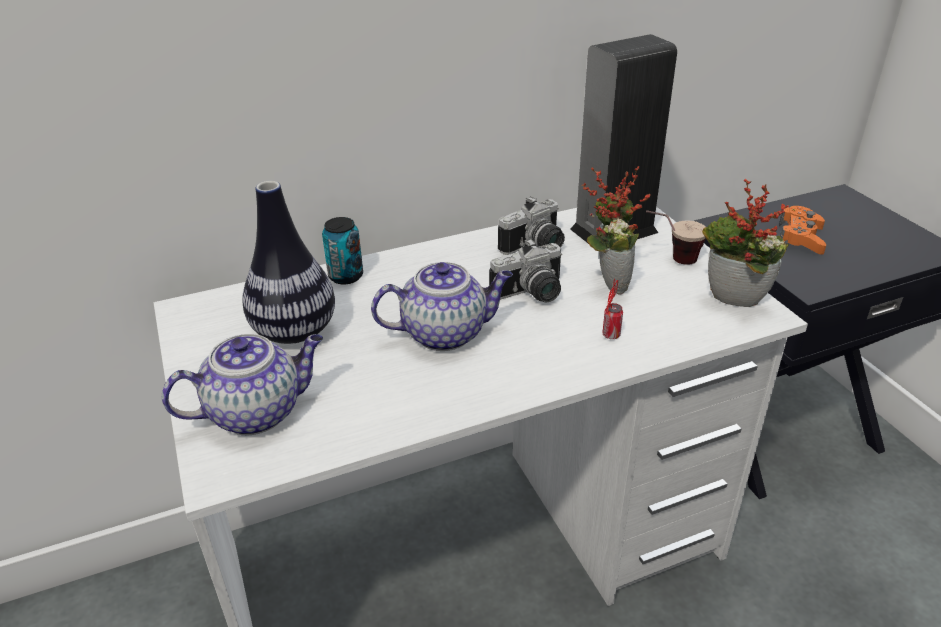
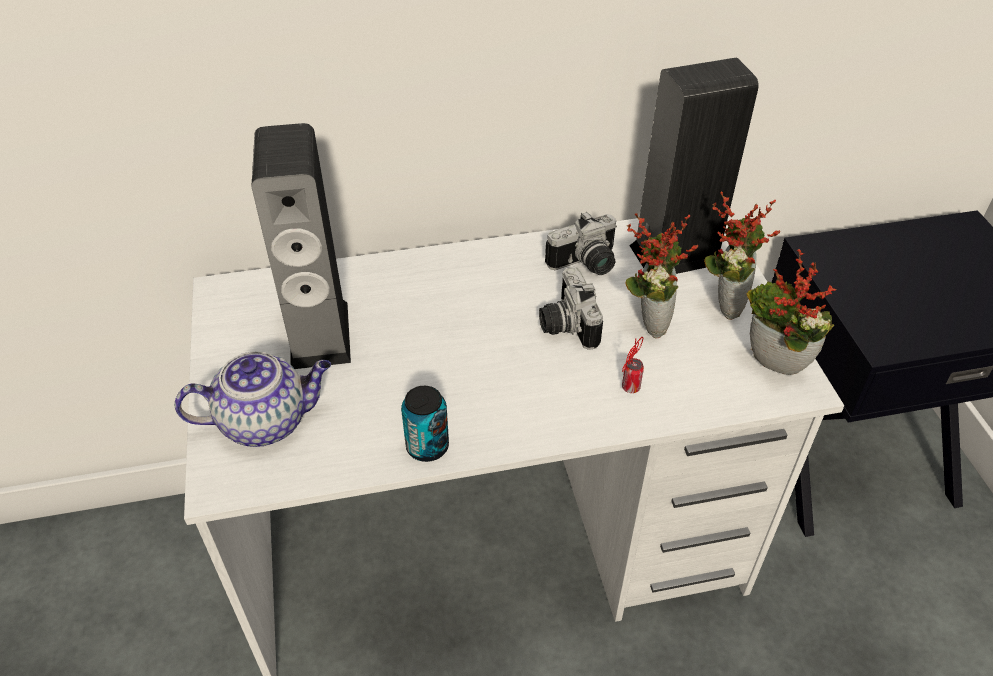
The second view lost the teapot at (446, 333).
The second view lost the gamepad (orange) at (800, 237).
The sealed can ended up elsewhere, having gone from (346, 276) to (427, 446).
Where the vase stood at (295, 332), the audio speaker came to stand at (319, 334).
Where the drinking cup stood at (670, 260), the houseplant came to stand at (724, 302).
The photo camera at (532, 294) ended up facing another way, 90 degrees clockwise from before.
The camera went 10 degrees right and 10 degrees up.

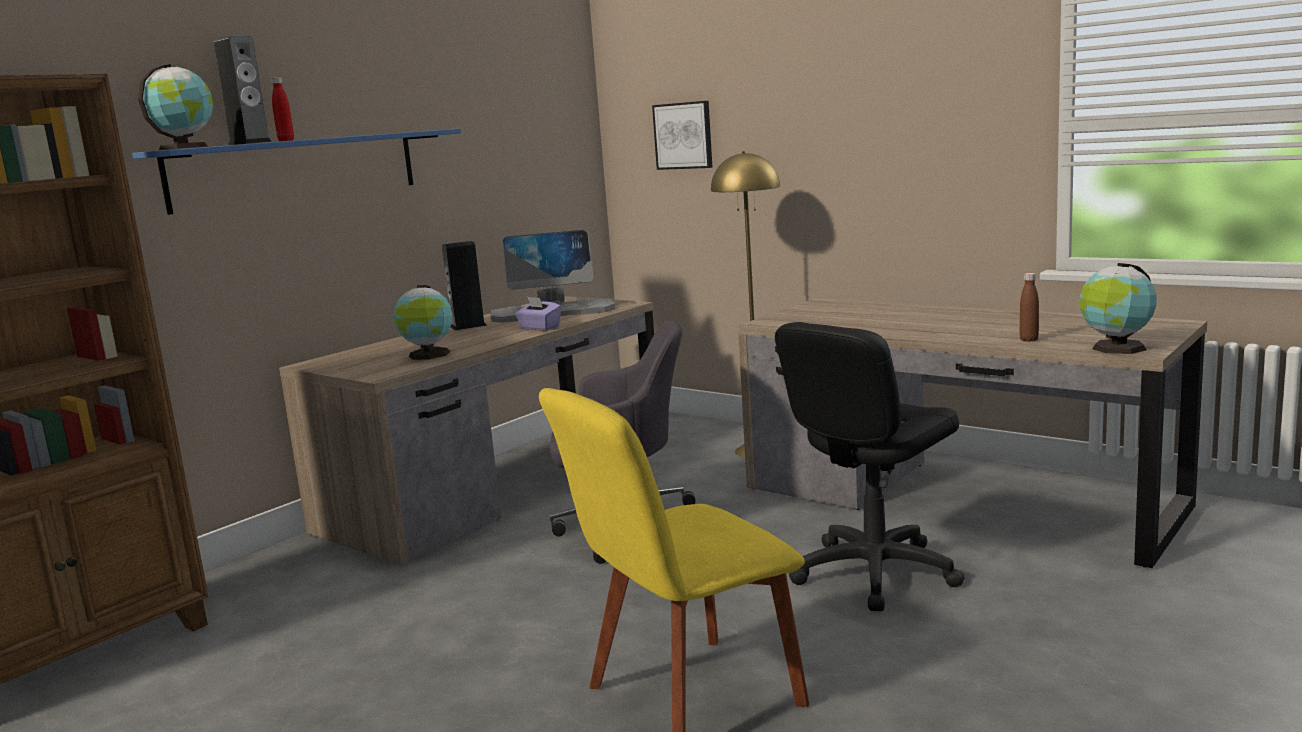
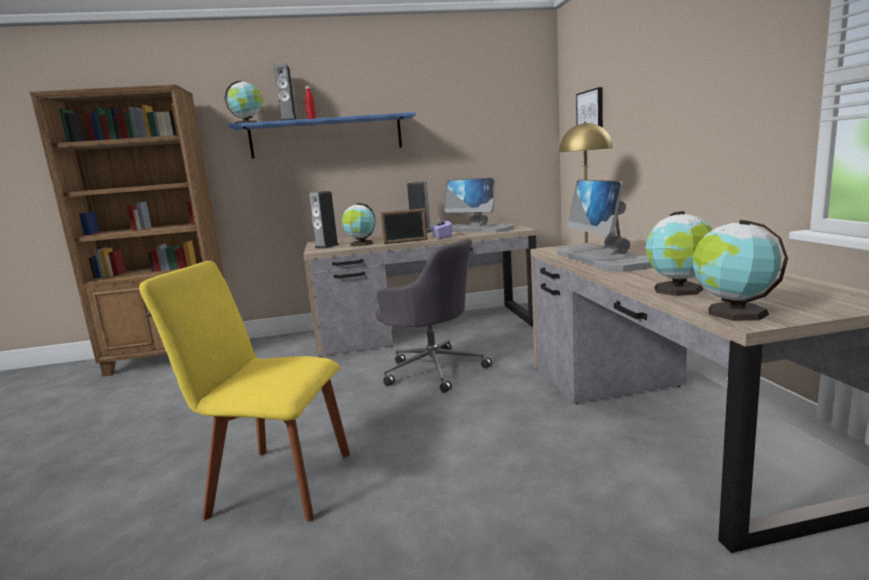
The second view lost the computer chair (black) at (874, 572).
The second view gained the audio speaker at (327, 246).
The second view gained the photo frame at (405, 242).
The second view gained the computer display at (603, 259).
Where the bottle (brownish) stood at (1029, 340), the desk globe came to stand at (679, 290).
The camera went 40 degrees right and 0 degrees up.

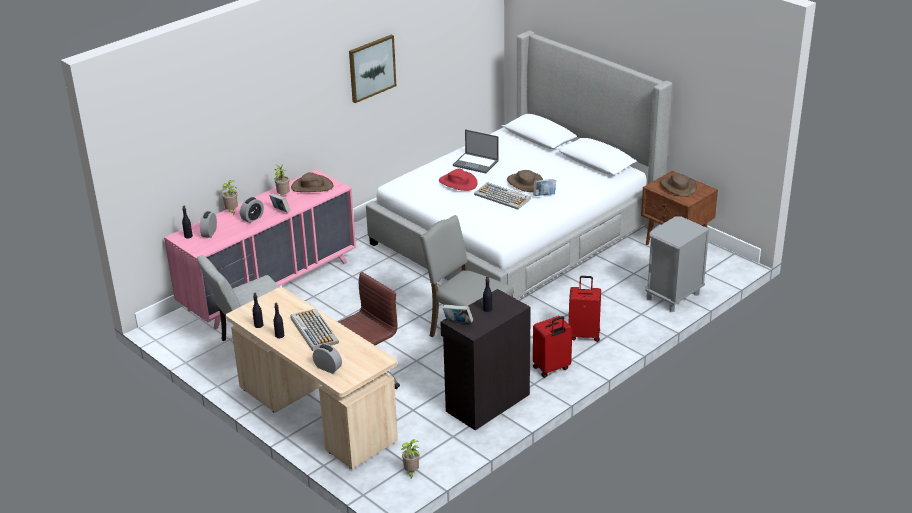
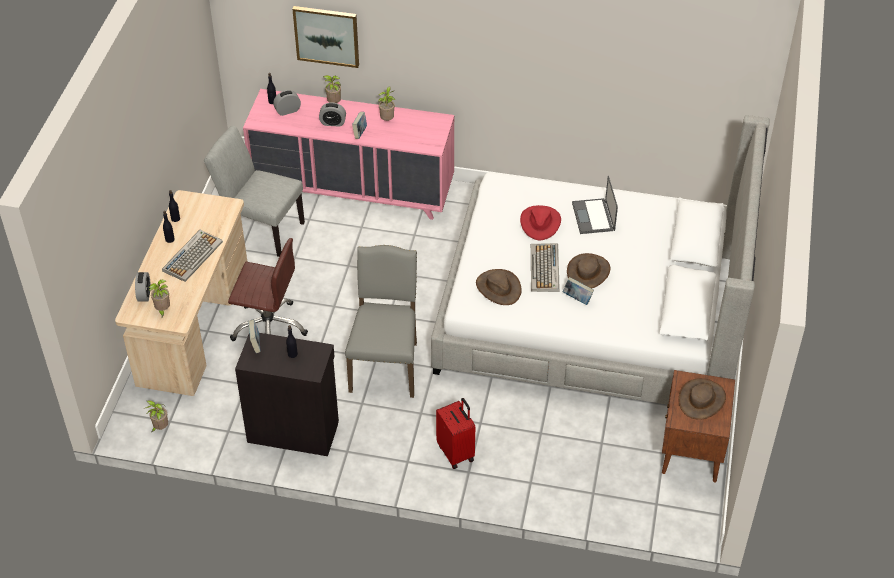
The second view lost the travel case (reddish) at (551, 368).
The second view lost the nightstand (grey) at (673, 297).
The second view gained the houseplant at (162, 310).
The hat (brownish) ended up elsewhere, having gone from (312, 187) to (498, 288).
The picture ended up elsewhere, having gone from (371, 68) to (326, 35).
The camera went 55 degrees right and 15 degrees up.

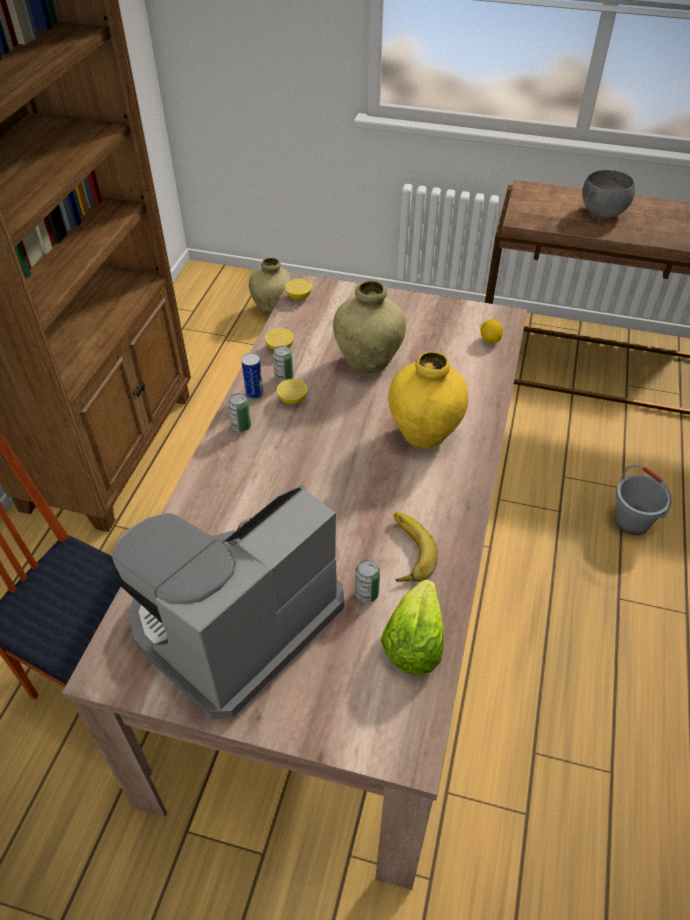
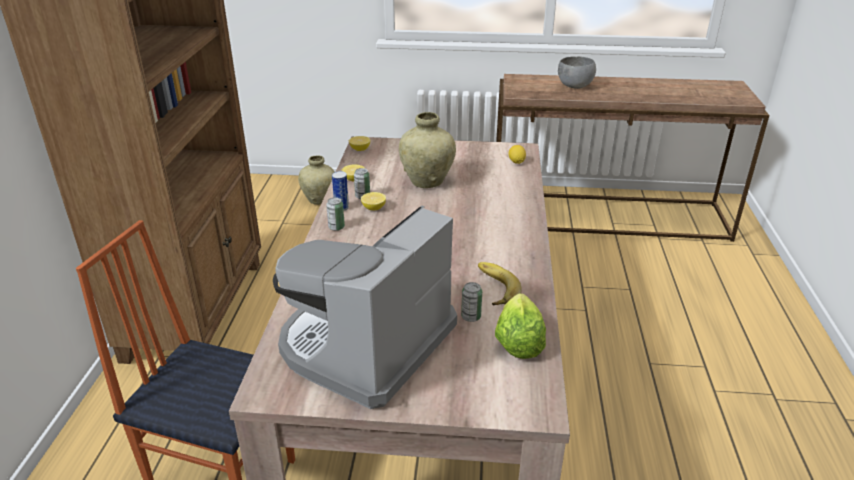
The second view lost the vase (yellow-coloured) at (424, 434).
The second view lost the pail (grey) at (632, 522).
The camera went 10 degrees left and 15 degrees down.

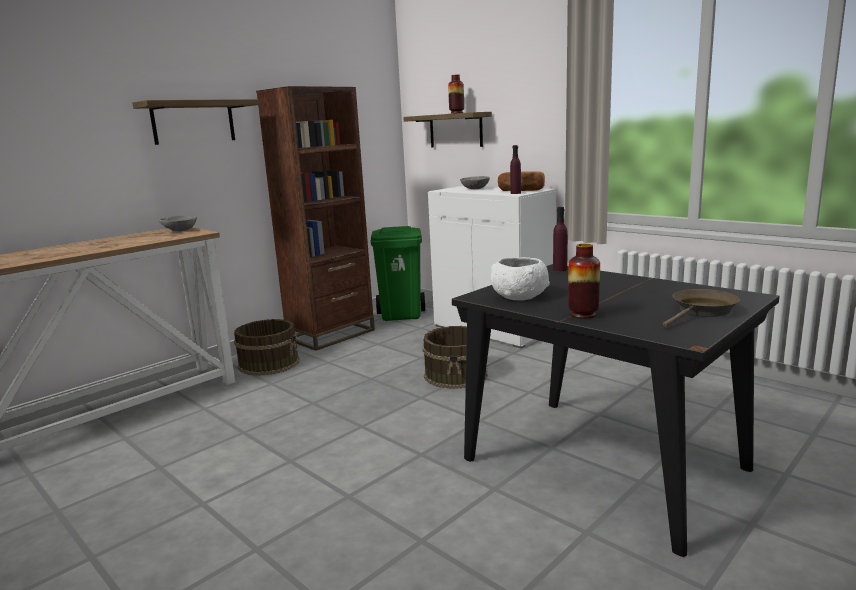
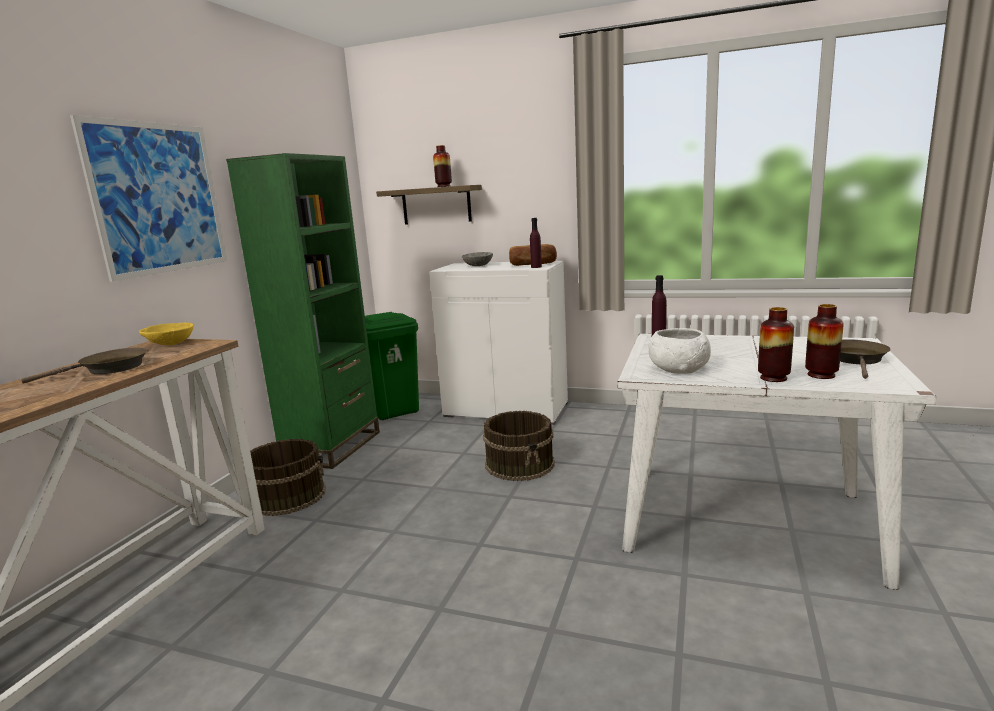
The second view gained the frying pan (brownish) at (109, 369).
The second view gained the vase at (821, 375).
Where the wall shelf hung at (193, 122), the picture came to hang at (158, 198).
What was the serving bowl (grey) at (179, 231) turned into the serving bowl (yellow-coloured) at (169, 344).
What was the bookshelf (brownish) at (331, 335) turned into the bookshelf (green-coloured) at (332, 447).
What was the dinner table (black) at (605, 464) turned into the dinner table (white) at (748, 521).
The camera went 25 degrees left and 0 degrees up.

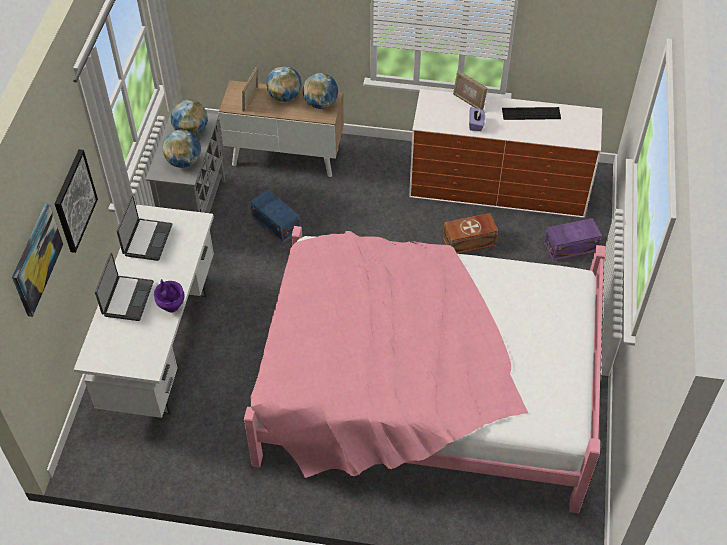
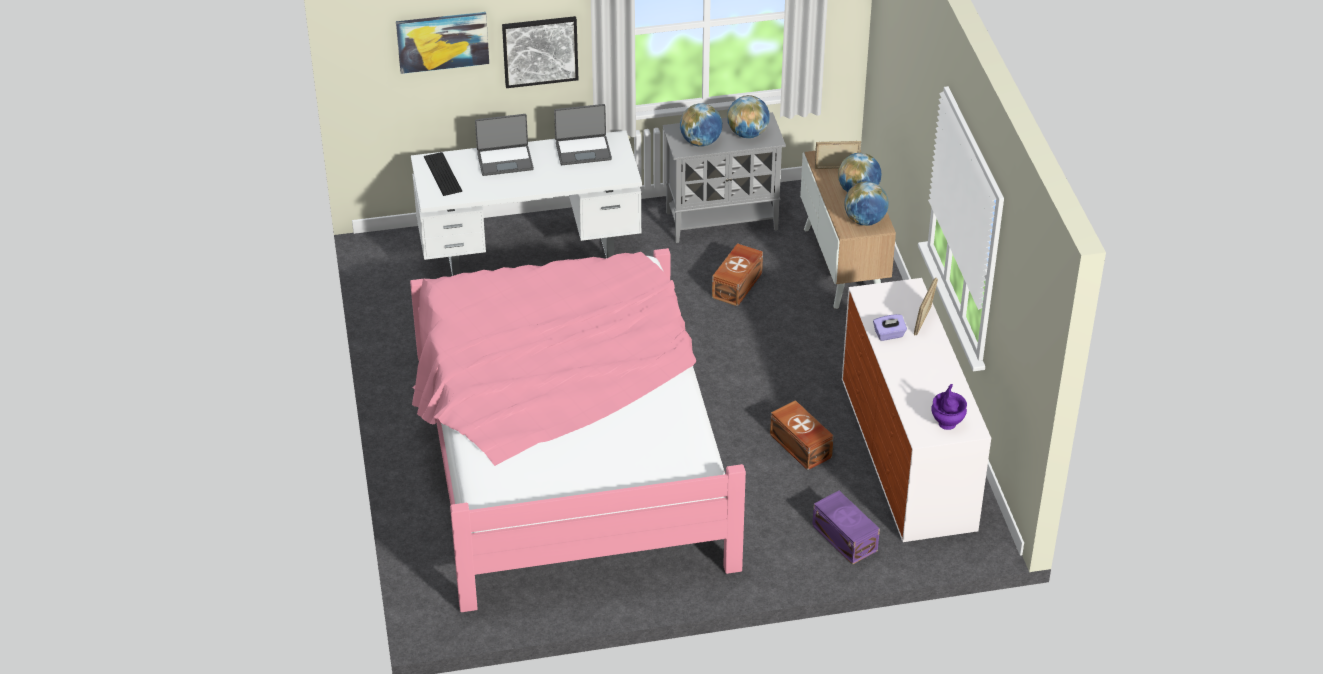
The vase (purple-coloured) ended up elsewhere, having gone from (171, 306) to (947, 423).
The keyboard ended up elsewhere, having gone from (531, 113) to (442, 174).
What was the storage box (blue-coloured) at (276, 223) turned into the storage box (brownish) at (738, 285).
The camera went 70 degrees right and 10 degrees down.

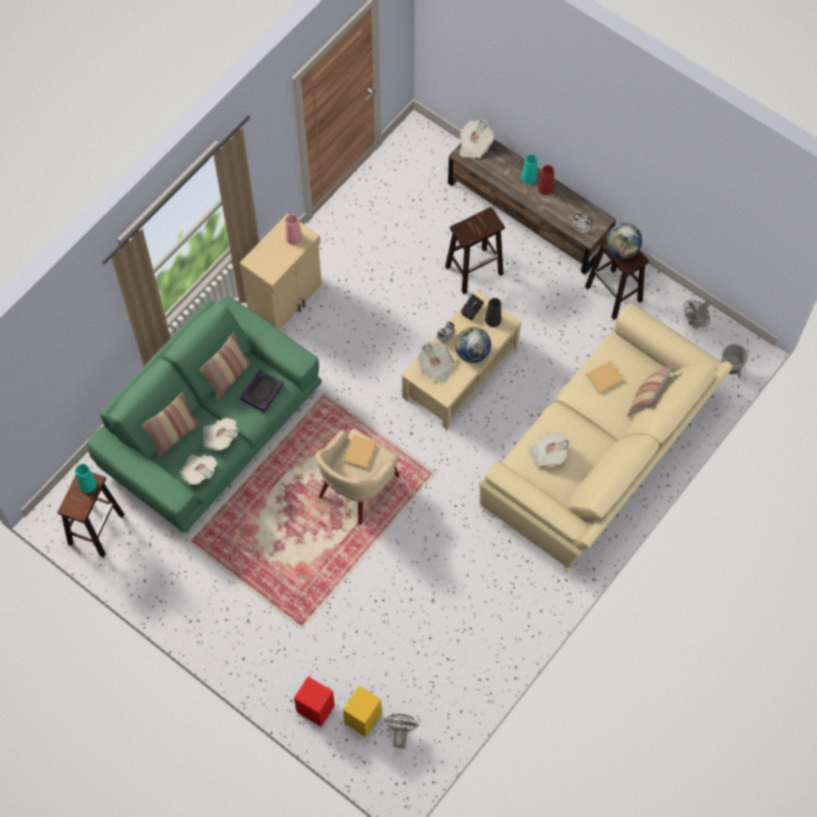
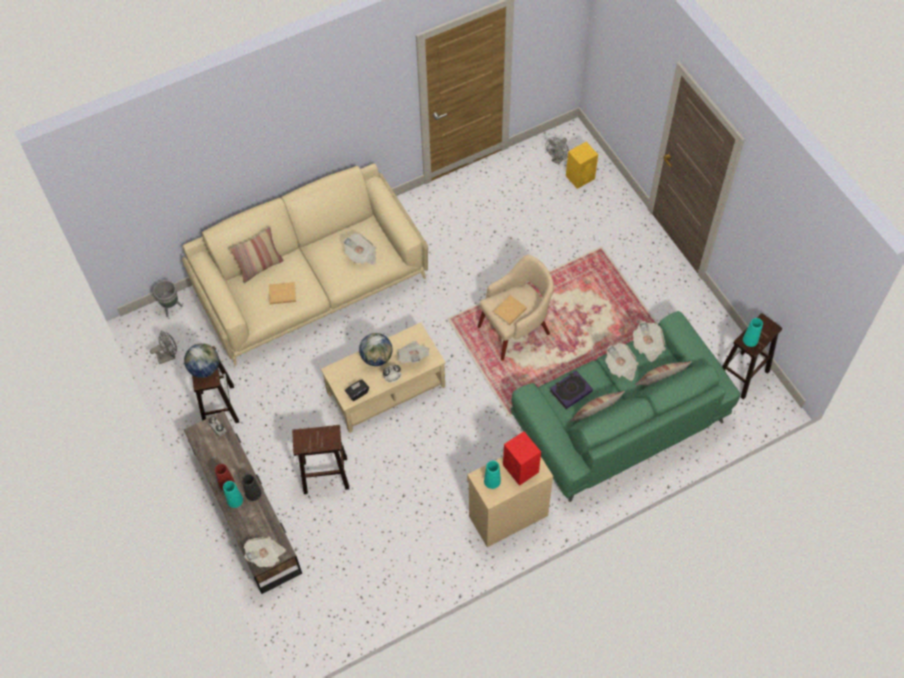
The audio speaker (reddish) ended up elsewhere, having gone from (314, 708) to (521, 469).
The vase (black) ended up elsewhere, having gone from (493, 320) to (253, 493).
What was the vase (pinkish) at (293, 237) turned into the vase (blue-green) at (492, 481).
The camera went 155 degrees left and 5 degrees down.

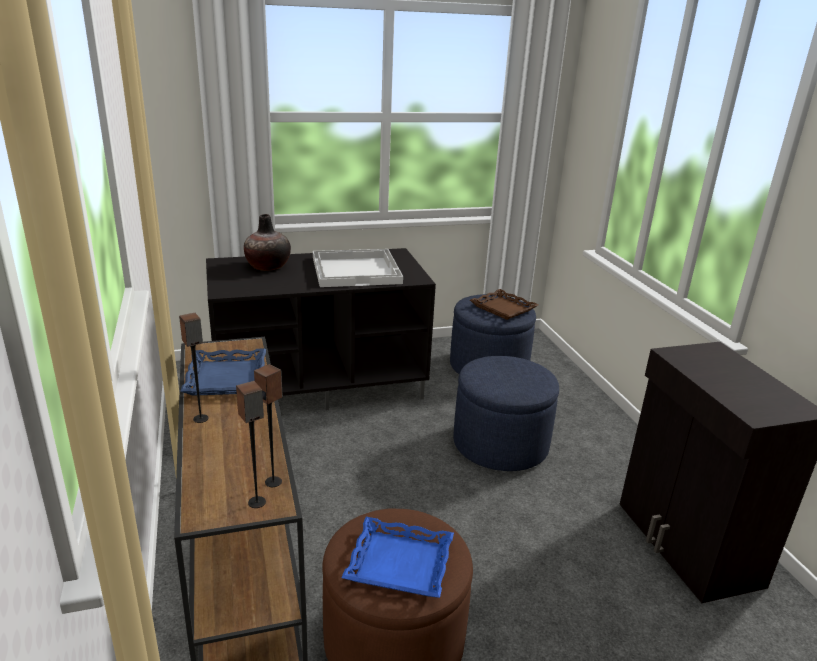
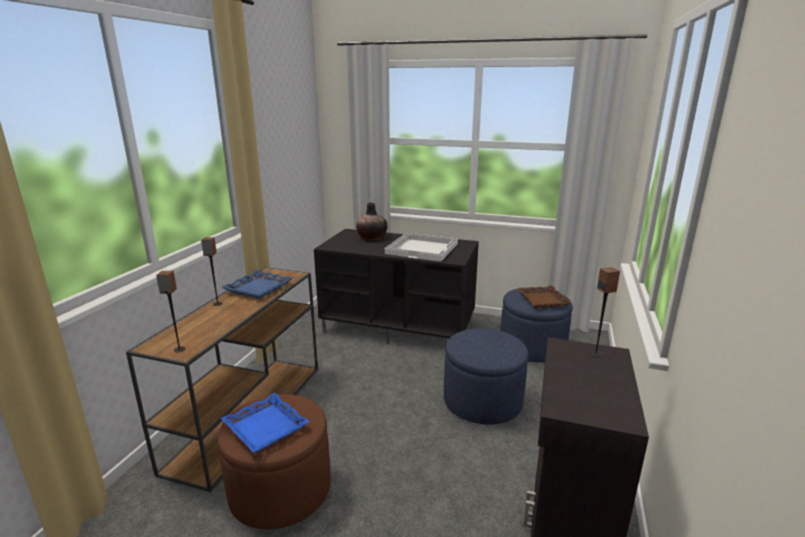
The audio speaker ended up elsewhere, having gone from (273, 481) to (596, 354).
The camera went 35 degrees right and 5 degrees down.

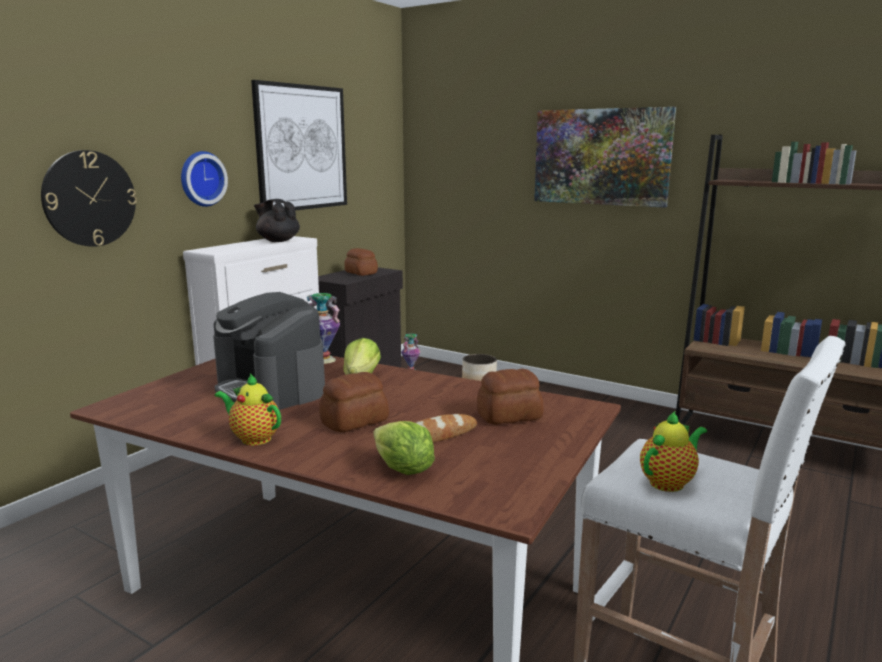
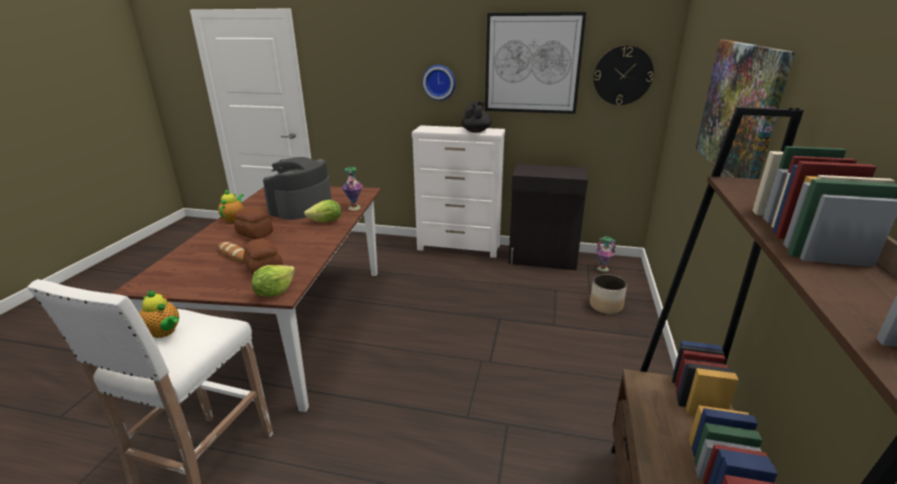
The second view lost the baked bread at (361, 273).
The hanging clock ended up elsewhere, having gone from (89, 198) to (622, 75).
The lettuce ended up elsewhere, having gone from (403, 470) to (274, 292).
The camera went 70 degrees right and 10 degrees up.

